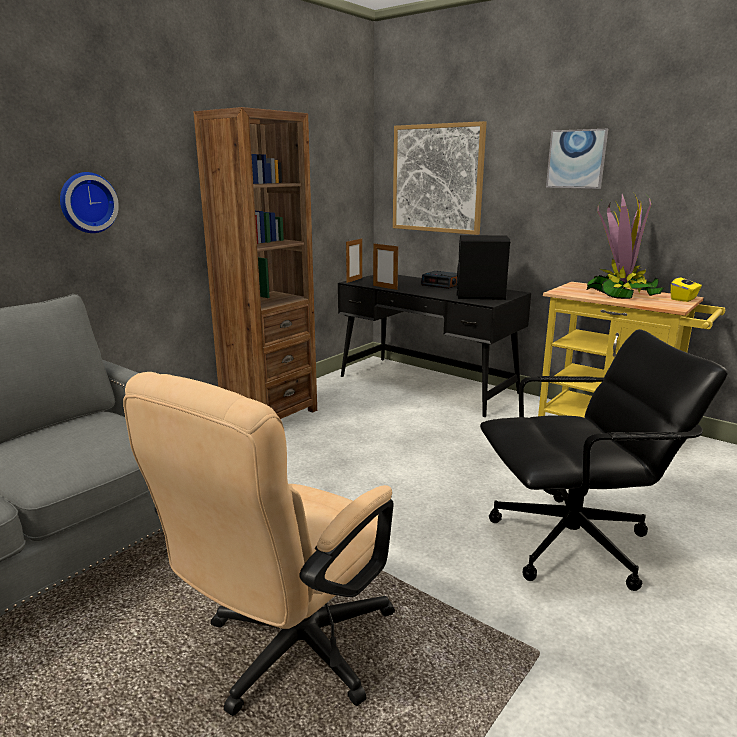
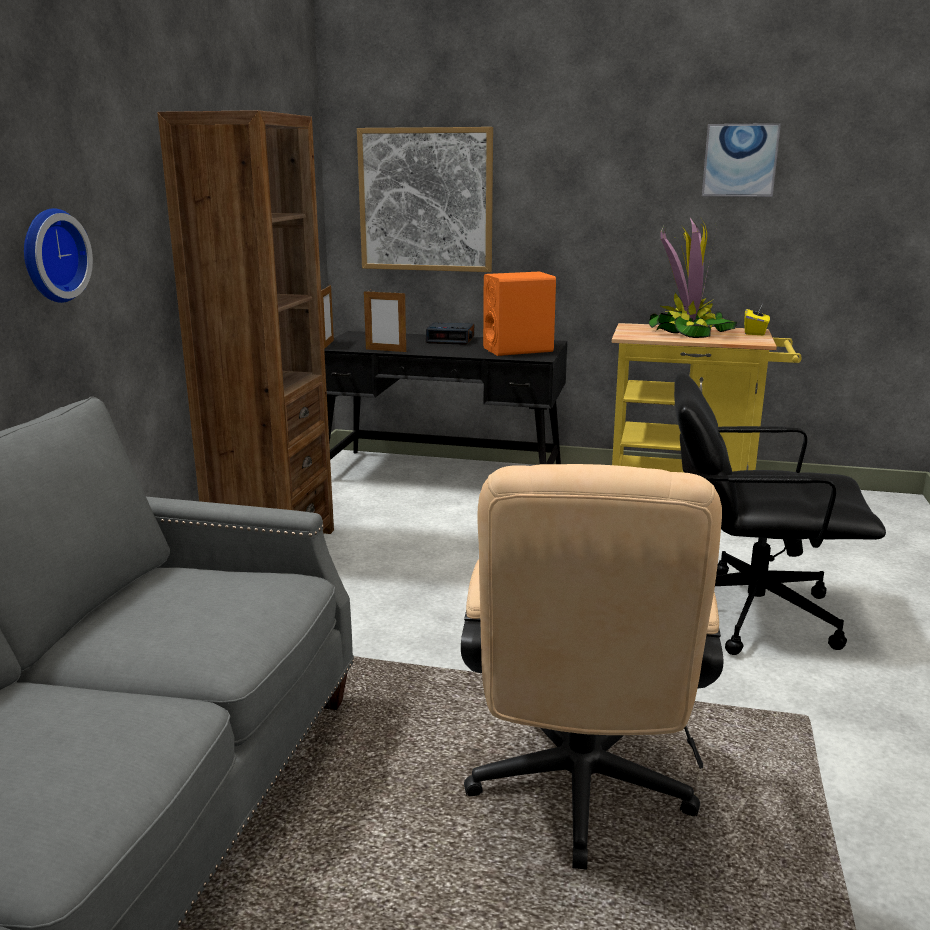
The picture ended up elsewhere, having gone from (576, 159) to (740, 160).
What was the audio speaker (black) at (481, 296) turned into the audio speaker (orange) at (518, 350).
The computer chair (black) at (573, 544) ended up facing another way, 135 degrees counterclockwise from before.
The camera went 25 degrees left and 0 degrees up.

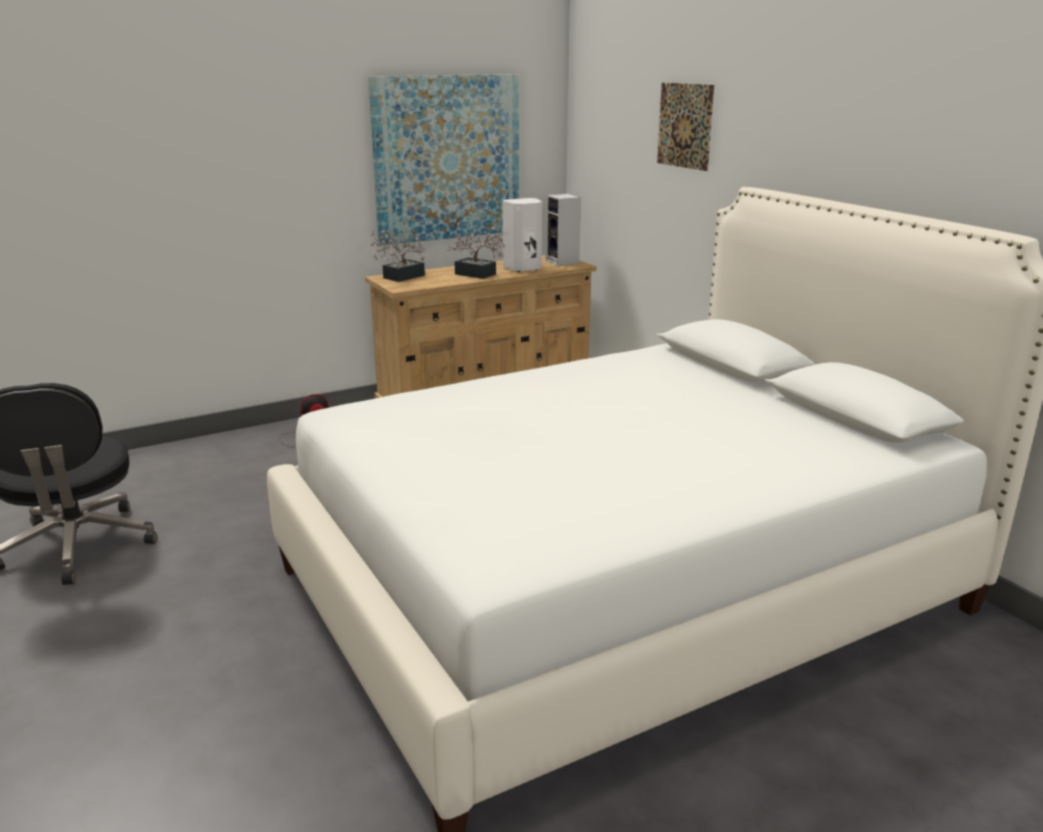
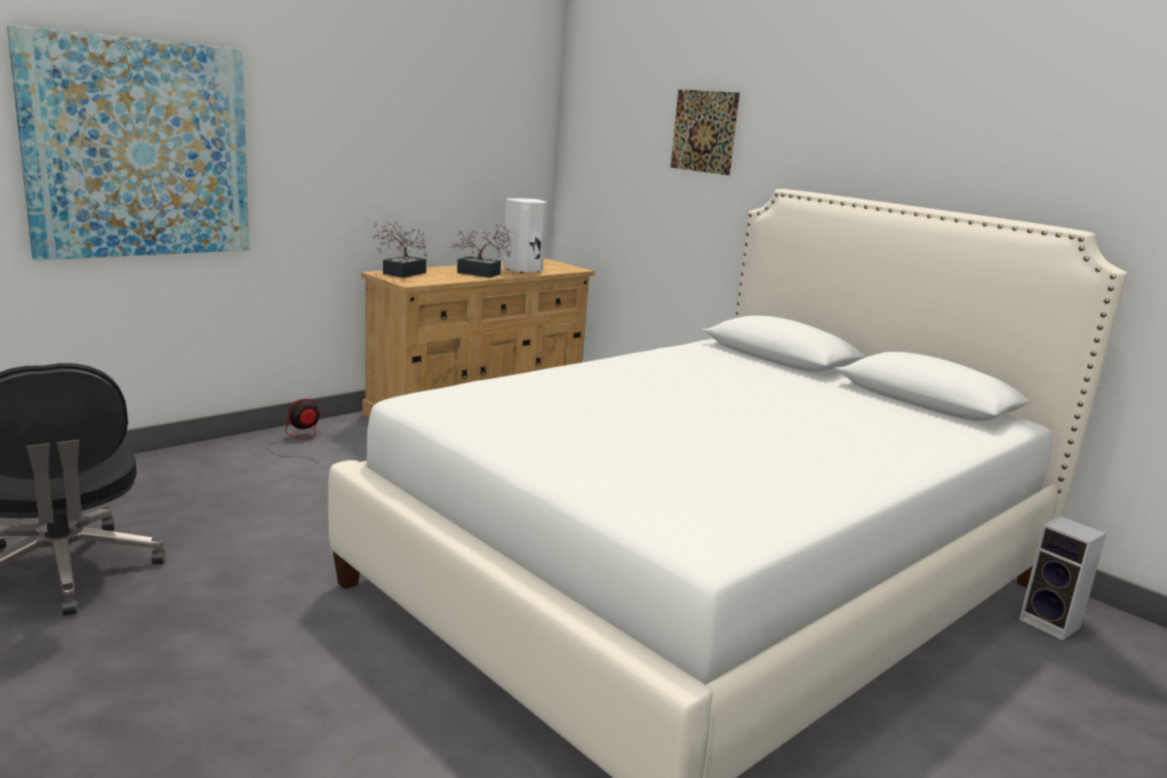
The picture ended up elsewhere, having gone from (447, 158) to (139, 149).
The audio speaker ended up elsewhere, having gone from (563, 262) to (1052, 624).
The camera went 15 degrees left and 5 degrees down.

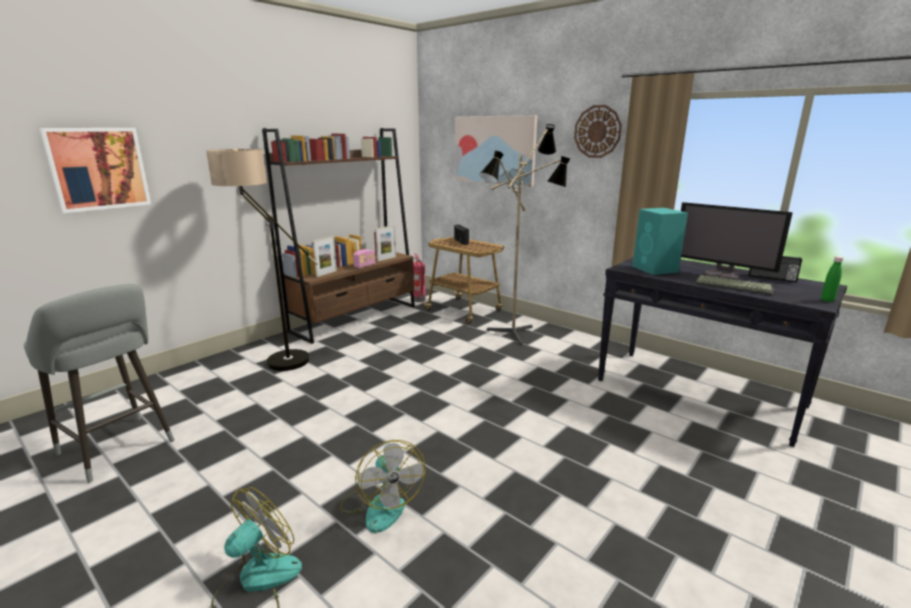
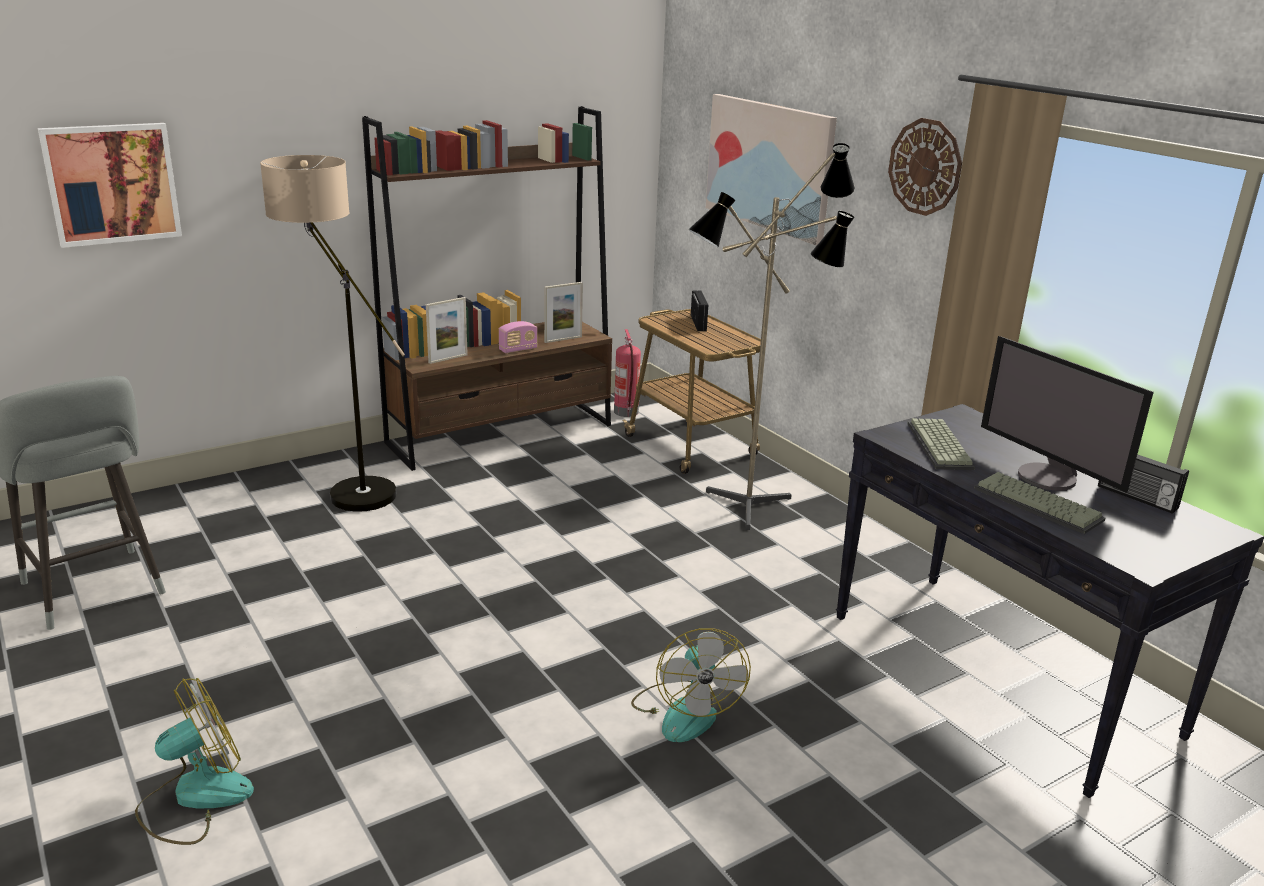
The second view lost the bottle (green-coloured) at (827, 300).
The electric fan ended up elsewhere, having gone from (381, 505) to (685, 711).
Where the audio speaker (blue-green) stood at (655, 269), the keyboard came to stand at (941, 446).
The camera went 15 degrees right and 5 degrees up.

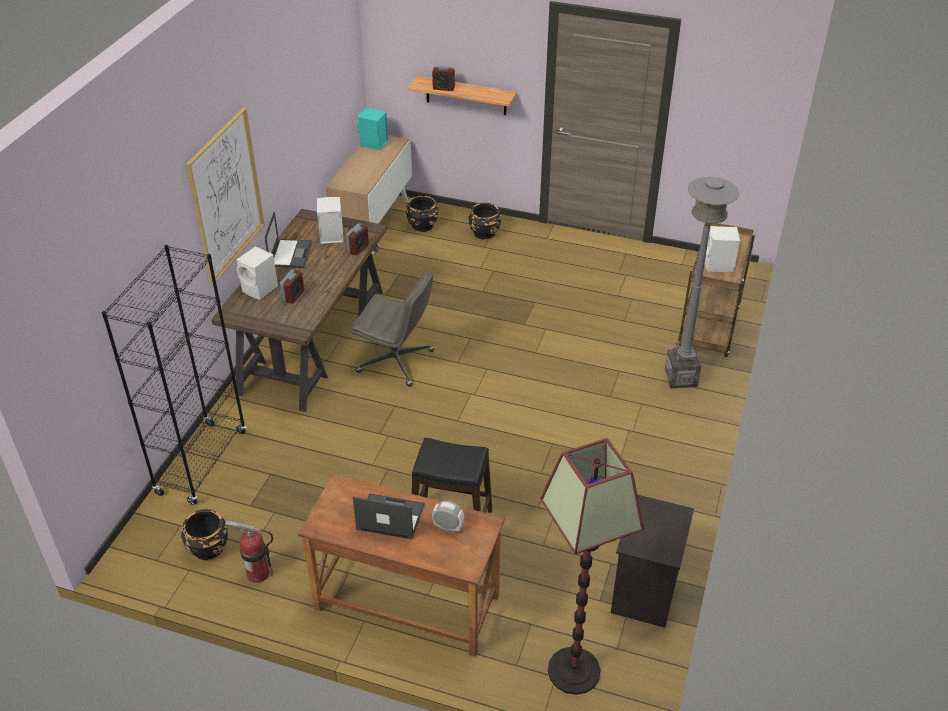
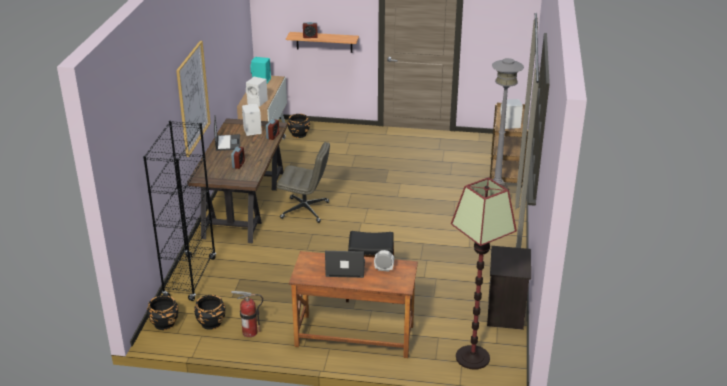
The audio speaker (white) ended up elsewhere, having gone from (260, 289) to (258, 102).
The plant pot (black) ended up elsewhere, having gone from (484, 233) to (164, 323).
The camera went 10 degrees left and 10 degrees down.

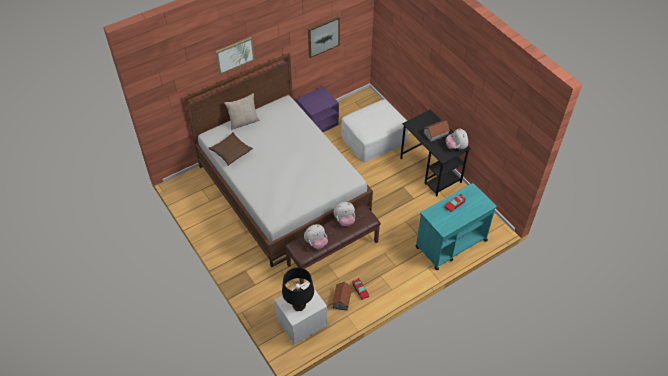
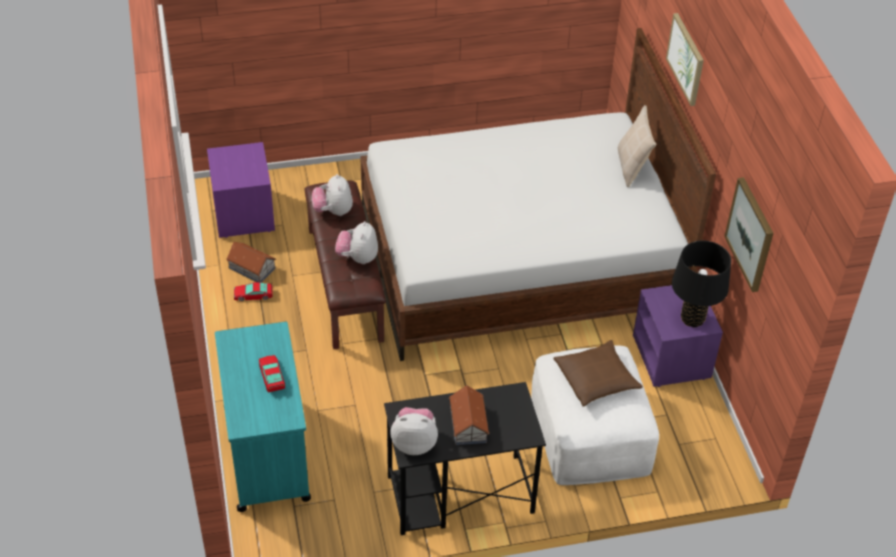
The cushion (brownish) ended up elsewhere, having gone from (231, 151) to (596, 379).
The tabletop lamp (black) ended up elsewhere, having gone from (299, 305) to (692, 319).
What was the nightstand (white) at (301, 323) turned into the nightstand (purple-coloured) at (242, 213).
The camera went 110 degrees right and 5 degrees down.

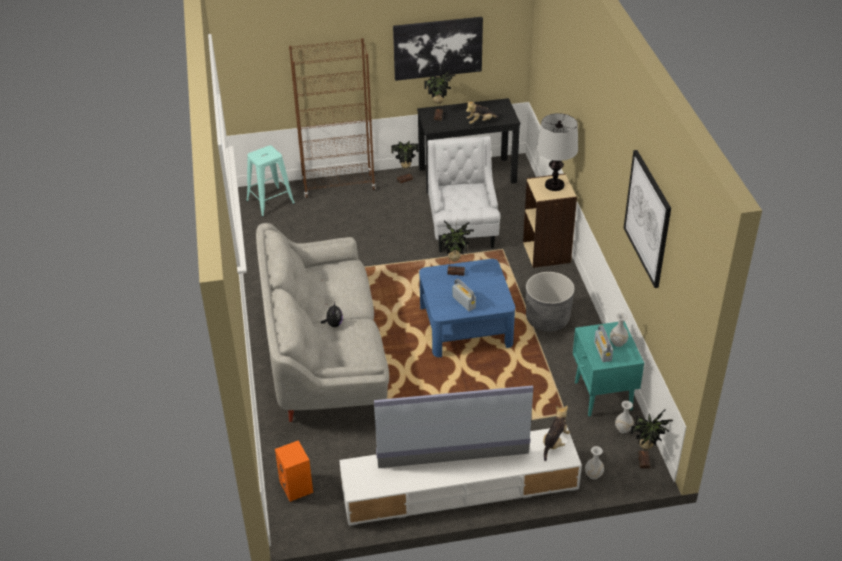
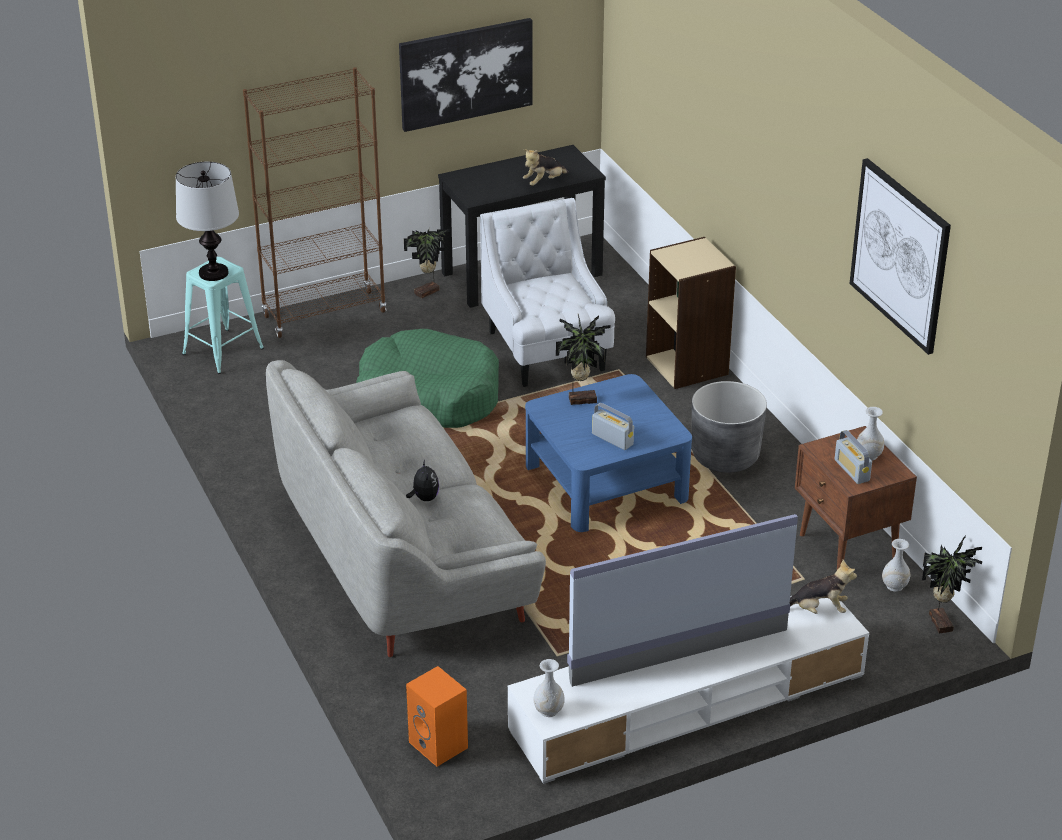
The second view lost the houseplant at (439, 116).
The second view gained the pet bed (green-coloured) at (429, 396).
The tabletop lamp ended up elsewhere, having gone from (554, 185) to (214, 273).
The vase (white) ended up elsewhere, having gone from (593, 475) to (549, 710).
What was the nightstand (blue-green) at (603, 396) turned into the nightstand (brownish) at (848, 547).
The soft toy at (554, 443) ended up facing another way, 75 degrees clockwise from before.
The camera went 15 degrees left and 5 degrees down.

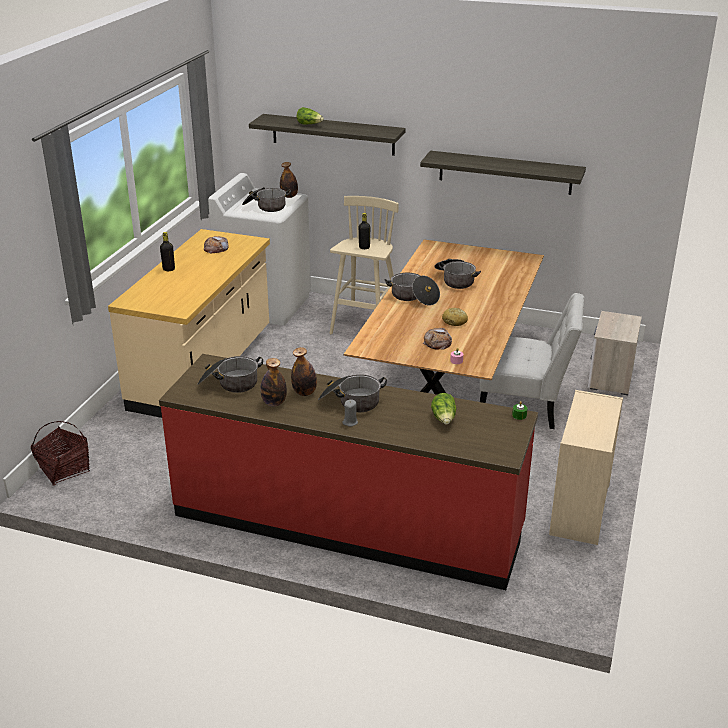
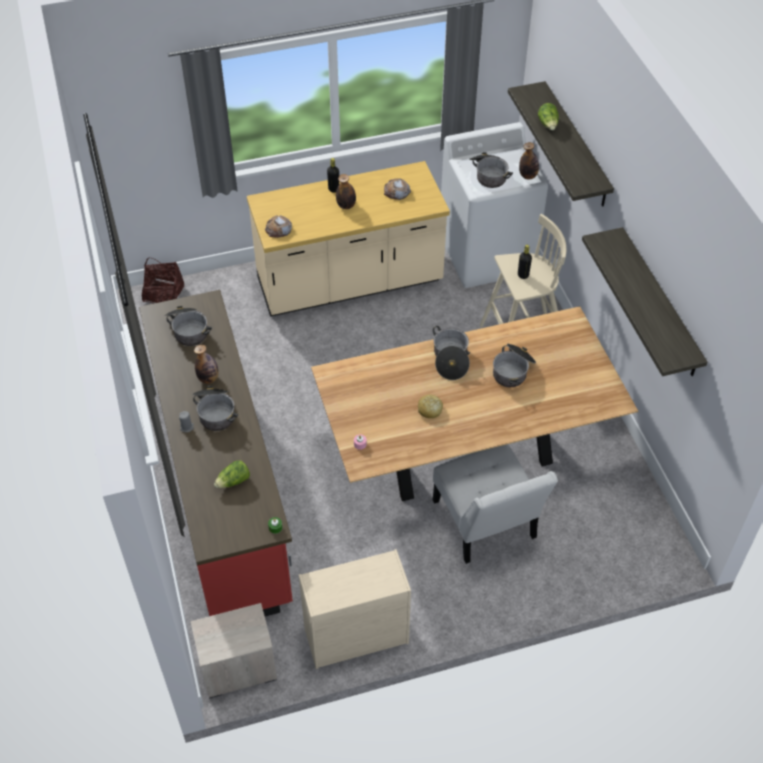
The bottle ended up elsewhere, having gone from (274, 403) to (346, 206).
The baked bread ended up elsewhere, having gone from (438, 342) to (278, 229).
The nightstand ended up elsewhere, having gone from (610, 378) to (237, 667).
The camera went 55 degrees right and 20 degrees up.

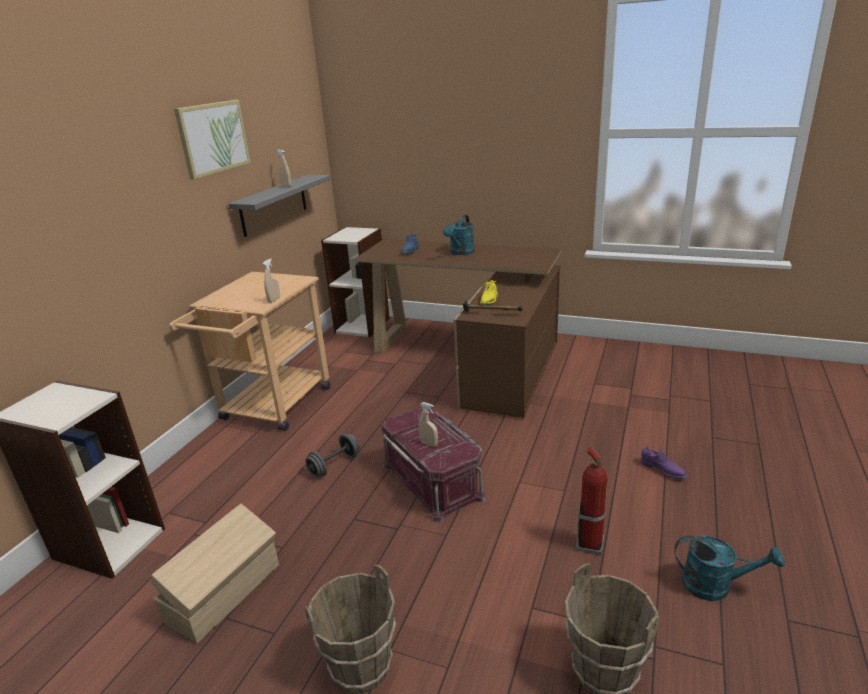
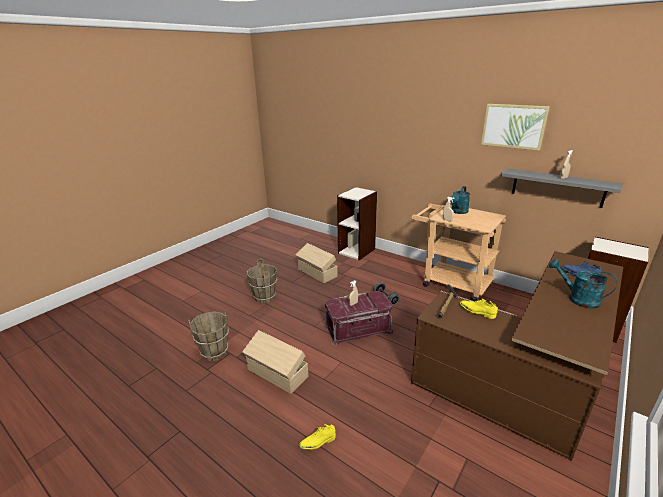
The watering pot (blue-green) ended up elsewhere, having gone from (715, 585) to (458, 212).
Where the fire-fighting cylinder stood at (590, 544), the storage box (beige-coloured) came to stand at (277, 374).
What was the shoe (purple-coloured) at (663, 470) turned into the shoe (yellow-coloured) at (317, 442).
The camera went 105 degrees right and 0 degrees up.

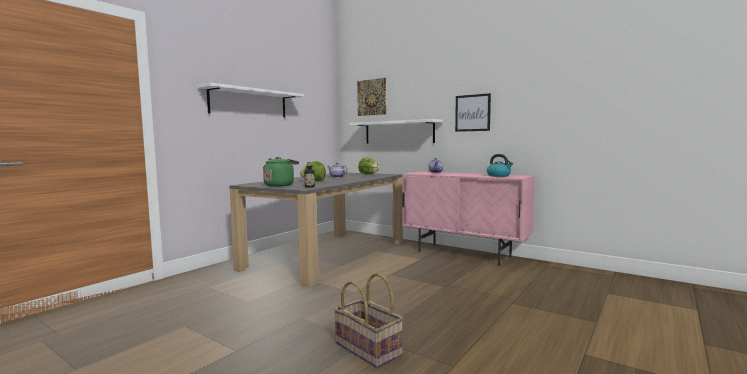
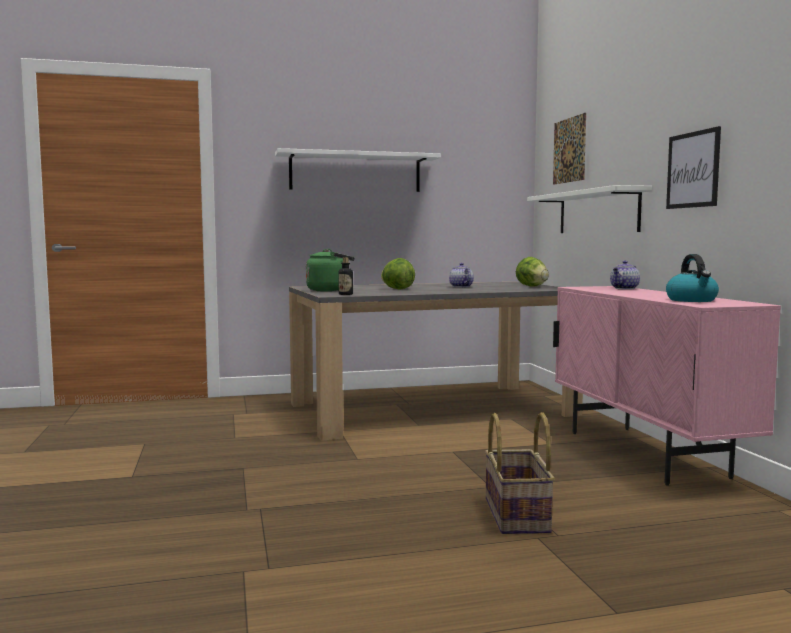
The household basket ended up elsewhere, having gone from (369, 349) to (518, 515).
The camera went 40 degrees right and 0 degrees up.

